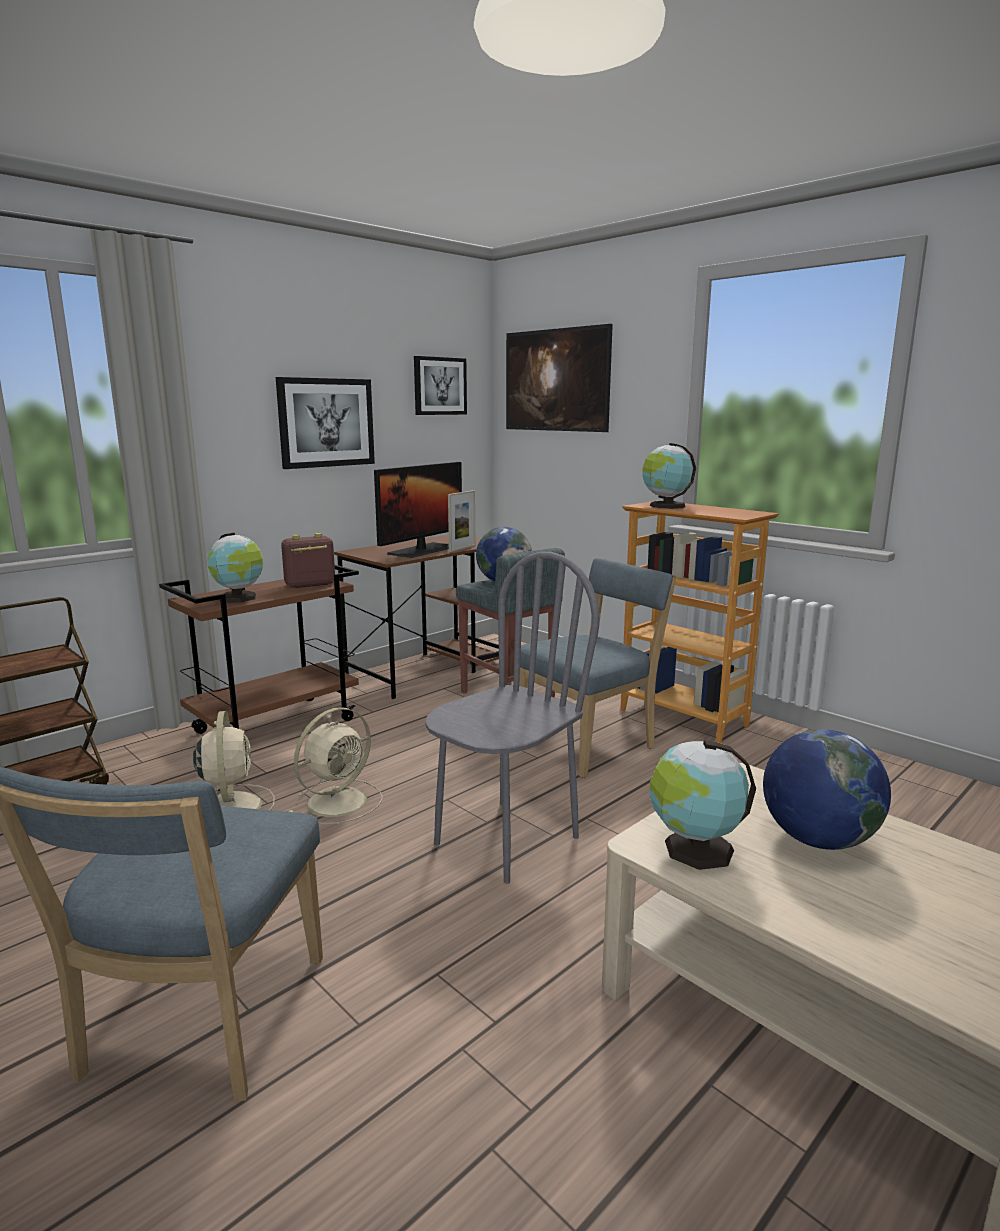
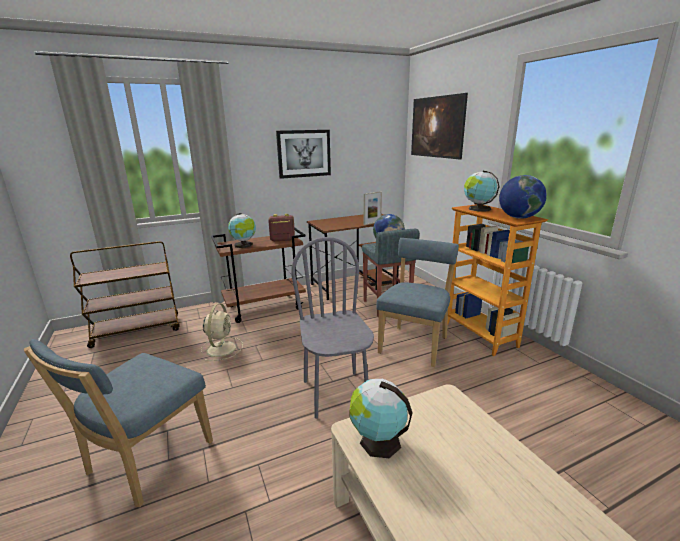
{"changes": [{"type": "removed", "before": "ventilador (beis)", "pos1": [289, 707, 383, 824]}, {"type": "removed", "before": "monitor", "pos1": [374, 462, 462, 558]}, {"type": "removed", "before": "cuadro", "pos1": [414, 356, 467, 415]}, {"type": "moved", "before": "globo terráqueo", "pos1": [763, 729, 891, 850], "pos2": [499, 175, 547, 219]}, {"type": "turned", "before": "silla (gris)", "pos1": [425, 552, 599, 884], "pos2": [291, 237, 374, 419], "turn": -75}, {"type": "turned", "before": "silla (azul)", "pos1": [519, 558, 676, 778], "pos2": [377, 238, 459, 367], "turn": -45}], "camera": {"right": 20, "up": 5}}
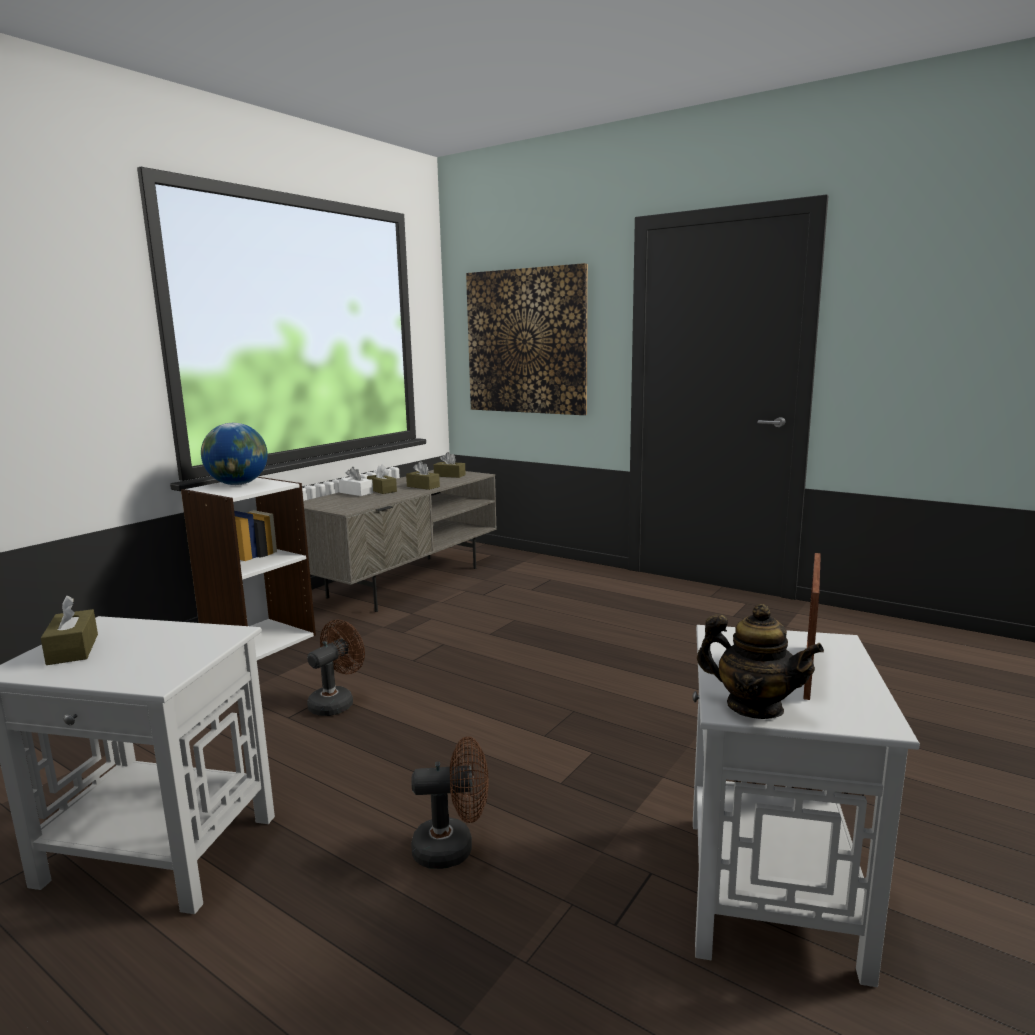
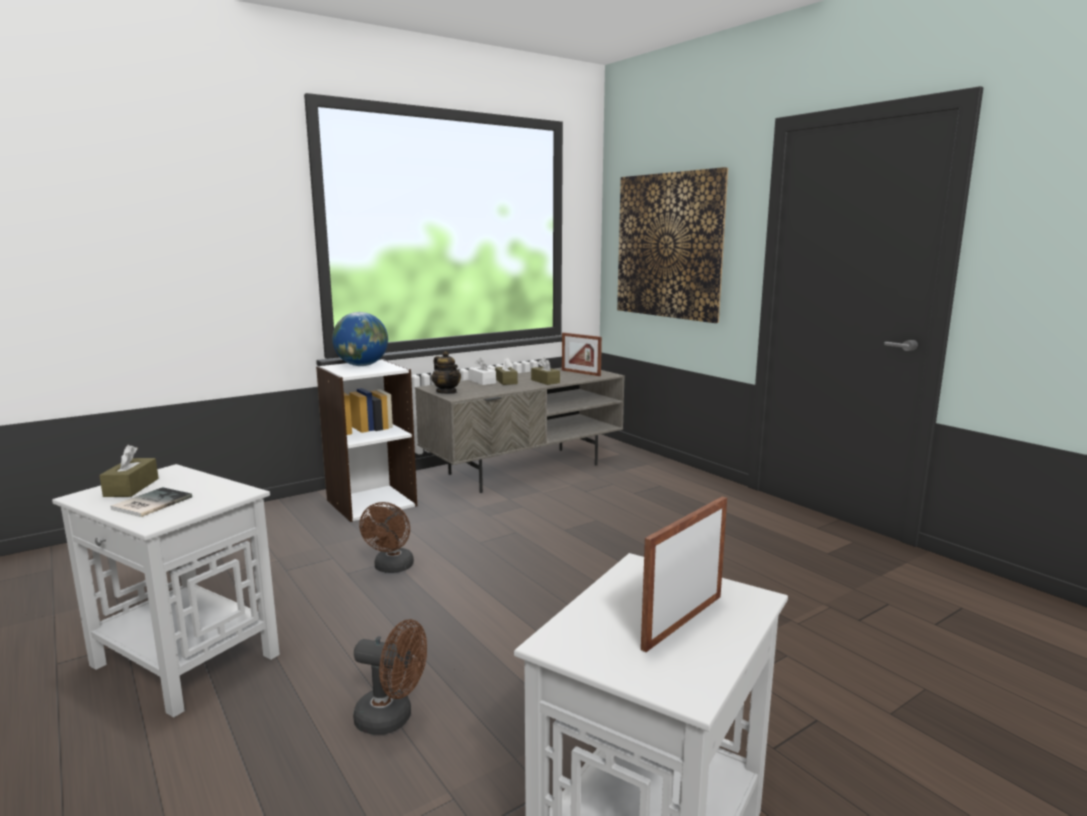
{"changes": [{"type": "added", "after": "libro", "pos2": [110, 487, 192, 517]}, {"type": "moved", "before": "tetera", "pos1": [697, 604, 824, 719], "pos2": [431, 351, 461, 394]}, {"type": "replaced", "before": "caja de pañuelos (marrón)", "after": "portarretratos", "pos1": [434, 452, 466, 478], "pos2": [562, 332, 602, 376]}, {"type": "turned", "before": "ventilador (marrón)", "pos1": [307, 620, 365, 716], "pos2": [359, 502, 414, 573], "turn": 135}], "camera": {"right": 20, "up": 0}}
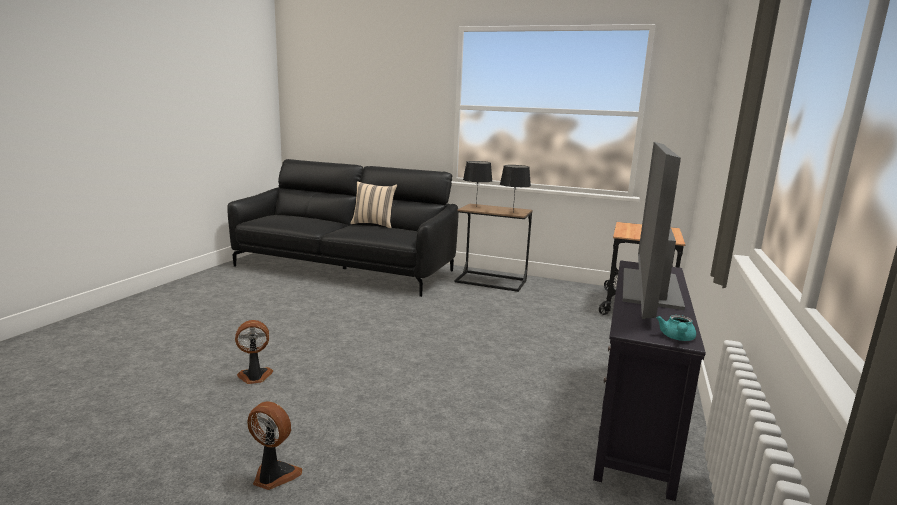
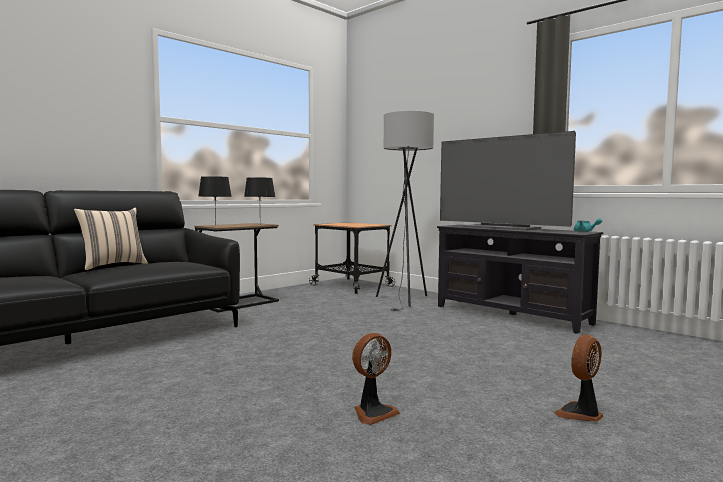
{"changes": [{"type": "added", "after": "lámpara de pie (gris)", "pos2": [376, 111, 434, 311]}, {"type": "turned", "before": "ventilador", "pos1": [235, 320, 273, 384], "pos2": [352, 333, 400, 425], "turn": -135}], "camera": {"right": -65, "up": -10}}
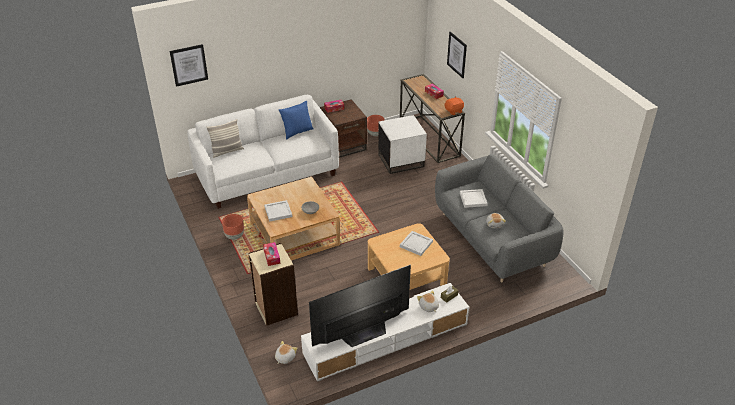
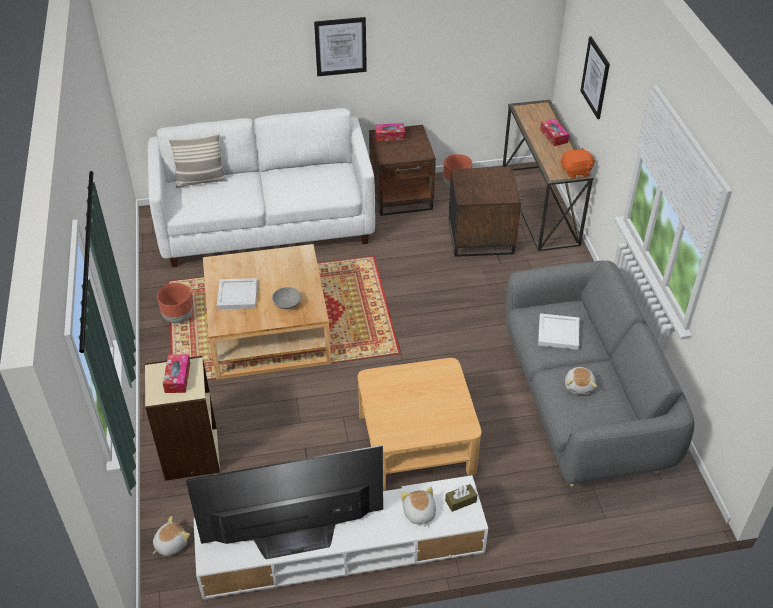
{"changes": [{"type": "removed", "before": "cojín (azul)", "pos1": [279, 101, 314, 140]}, {"type": "removed", "before": "bandeja (blanco)", "pos1": [400, 231, 433, 256]}, {"type": "moved", "before": "cuadro", "pos1": [170, 44, 208, 87], "pos2": [314, 17, 367, 76]}, {"type": "recoloured", "before": "mesa auxiliar (blanco)", "after": "mesa auxiliar (marrón)", "pos1": [378, 115, 427, 174], "pos2": [449, 167, 521, 257]}], "camera": {"right": 15, "up": 5}}
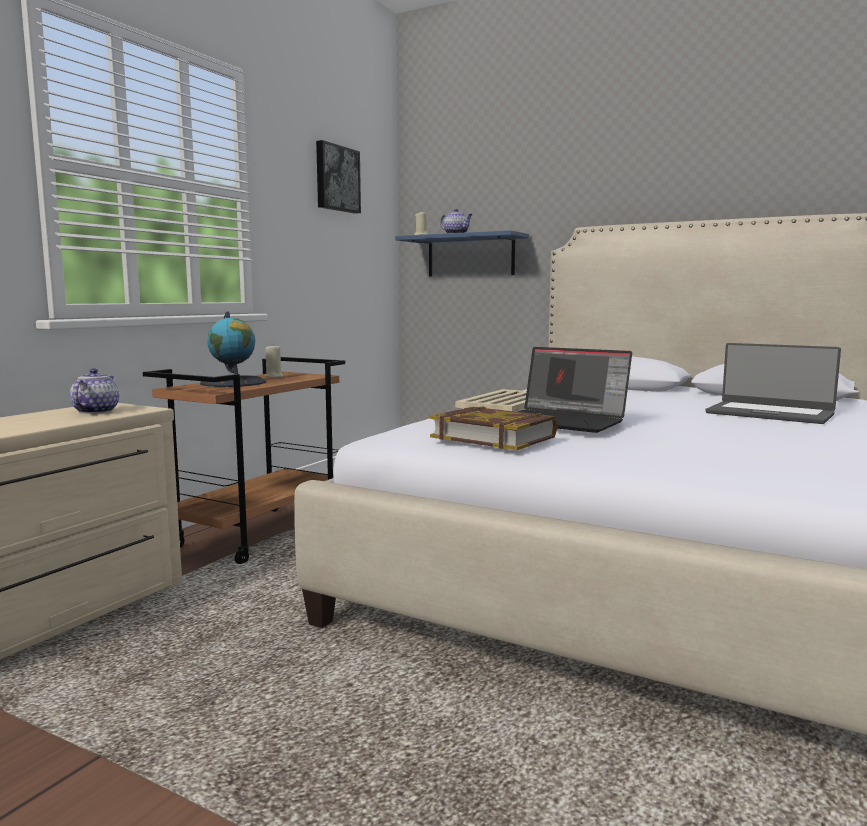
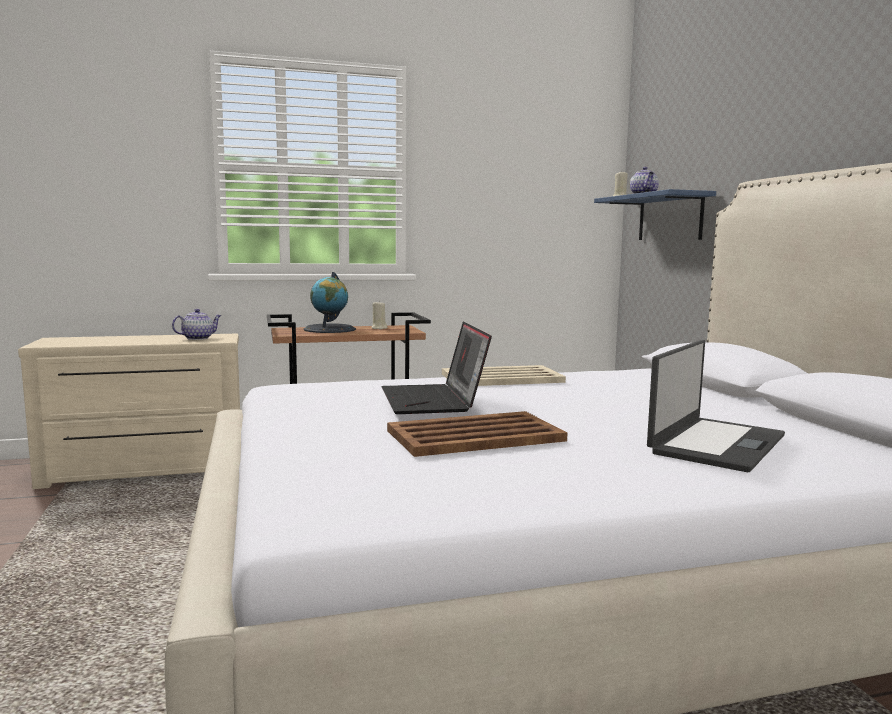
{"changes": [{"type": "removed", "before": "cuadro", "pos1": [316, 140, 361, 214]}, {"type": "removed", "before": "libro", "pos1": [429, 407, 558, 451]}, {"type": "added", "after": "bandeja (marrón)", "pos2": [387, 411, 567, 457]}, {"type": "turned", "before": "portátil", "pos1": [705, 343, 841, 424], "pos2": [647, 340, 785, 472], "turn": -135}], "camera": {"right": 45, "up": 0}}
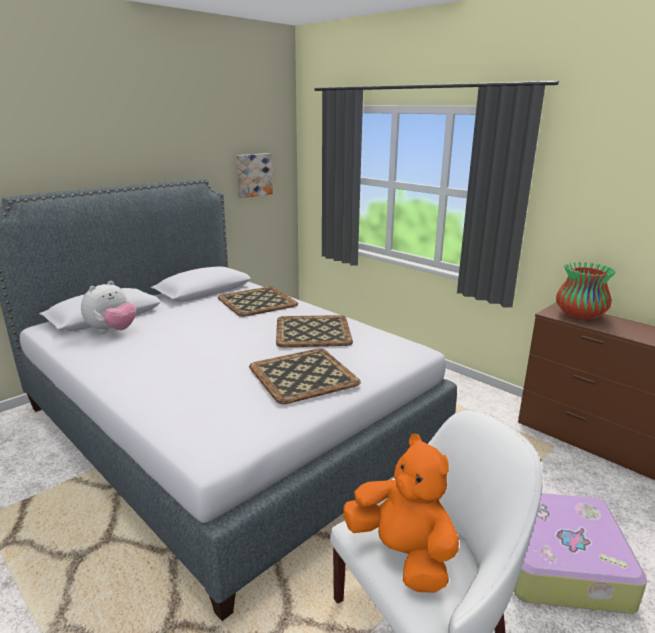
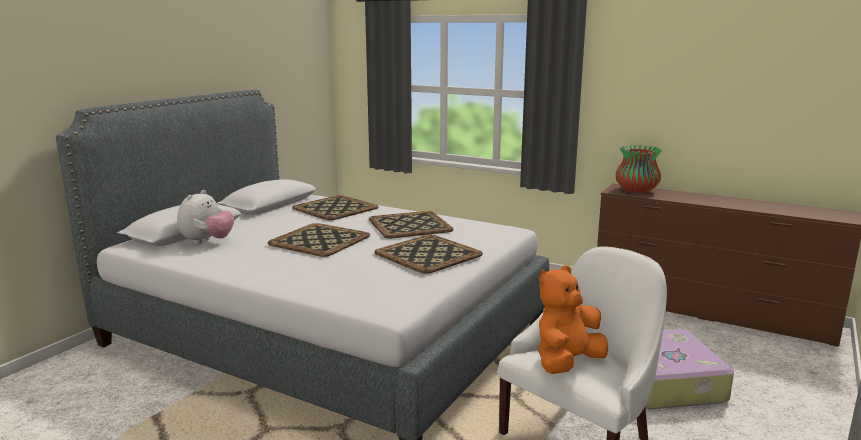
{"changes": [{"type": "removed", "before": "cuadro", "pos1": [236, 153, 273, 198]}, {"type": "added", "after": "bandeja", "pos2": [268, 223, 370, 257]}, {"type": "turned", "before": "peluche (naranja)", "pos1": [343, 434, 459, 593], "pos2": [538, 265, 608, 374], "turn": -75}], "camera": {"right": -15, "up": -5}}
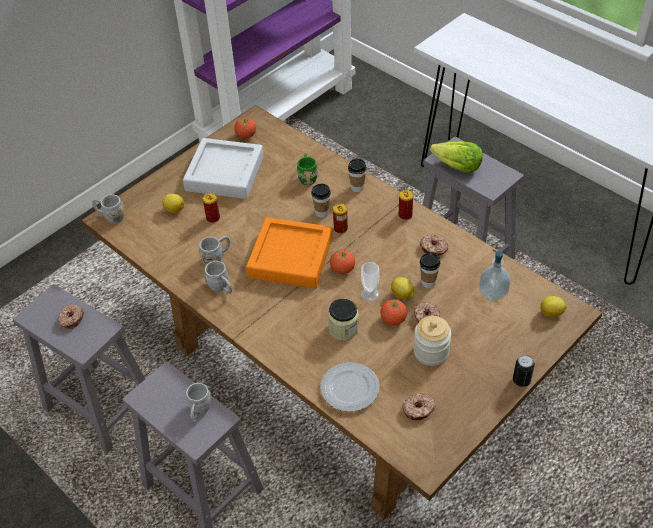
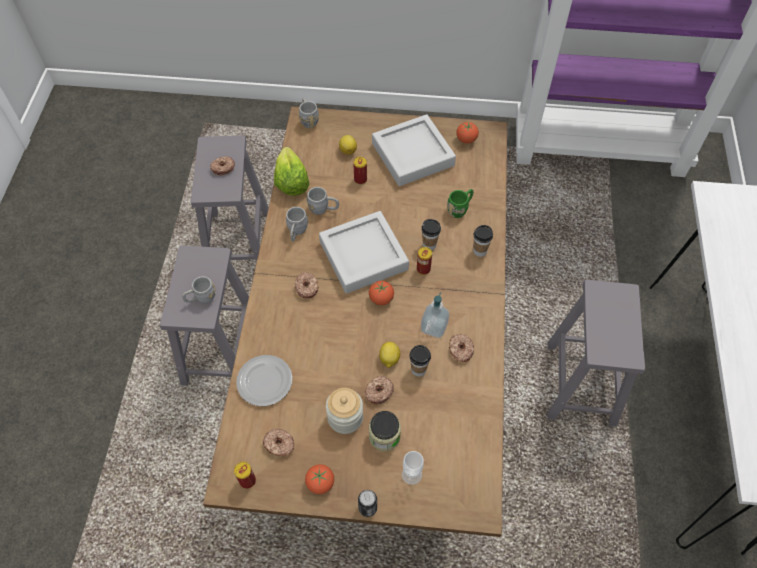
{"changes": [{"type": "removed", "before": "limón", "pos1": [540, 296, 567, 317]}, {"type": "added", "after": "rosquilla", "pos2": [295, 272, 319, 298]}, {"type": "moved", "before": "tarro", "pos1": [328, 299, 359, 340], "pos2": [369, 411, 401, 451]}, {"type": "moved", "before": "taza", "pos1": [361, 262, 379, 301], "pos2": [402, 451, 424, 485]}, {"type": "moved", "before": "tomate", "pos1": [380, 299, 407, 325], "pos2": [305, 464, 334, 494]}, {"type": "moved", "before": "lata", "pos1": [399, 190, 413, 220], "pos2": [234, 462, 256, 489]}, {"type": "moved", "before": "lechuga", "pos1": [430, 141, 483, 173], "pos2": [274, 147, 309, 196]}, {"type": "moved", "before": "dispensador de jabón", "pos1": [479, 250, 511, 302], "pos2": [421, 292, 449, 338]}, {"type": "recoloured", "before": "bandeja (naranja)", "after": "bandeja (gris)", "pos1": [246, 217, 333, 289], "pos2": [319, 211, 409, 294]}], "camera": {"right": 50, "up": 10}}
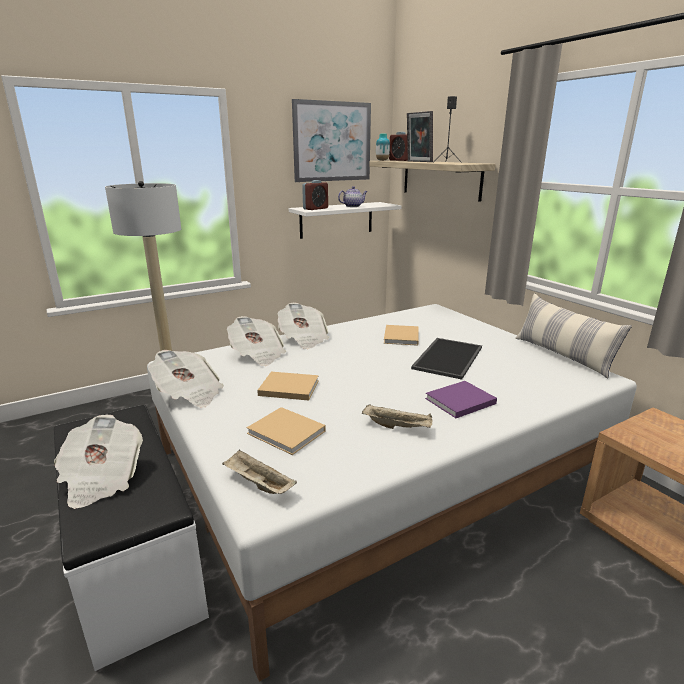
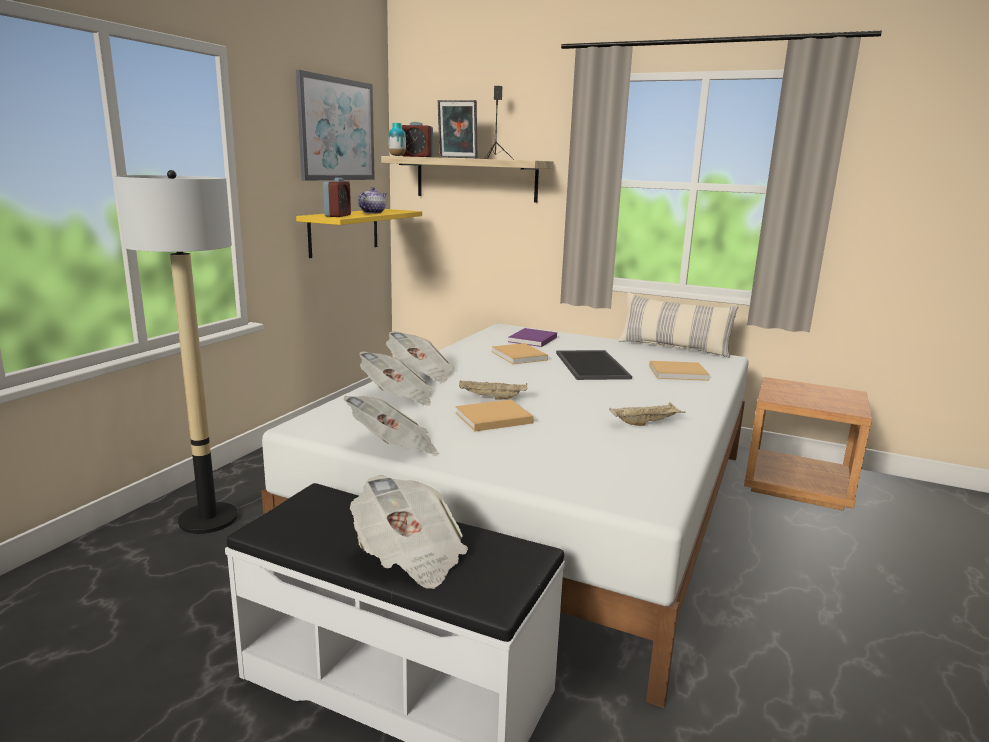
{"changes": [{"type": "moved", "before": "bandeja (beis)", "pos1": [222, 449, 297, 494], "pos2": [459, 380, 527, 400]}, {"type": "moved", "before": "libro (beis)", "pos1": [247, 407, 326, 455], "pos2": [649, 361, 710, 381]}, {"type": "moved", "before": "libro (morado)", "pos1": [425, 381, 497, 418], "pos2": [508, 328, 557, 347]}, {"type": "recoloured", "before": "estante (blanco)", "after": "estante (amarillo)", "pos1": [289, 202, 402, 239], "pos2": [296, 209, 422, 258]}], "camera": {"right": -35, "up": -5}}
